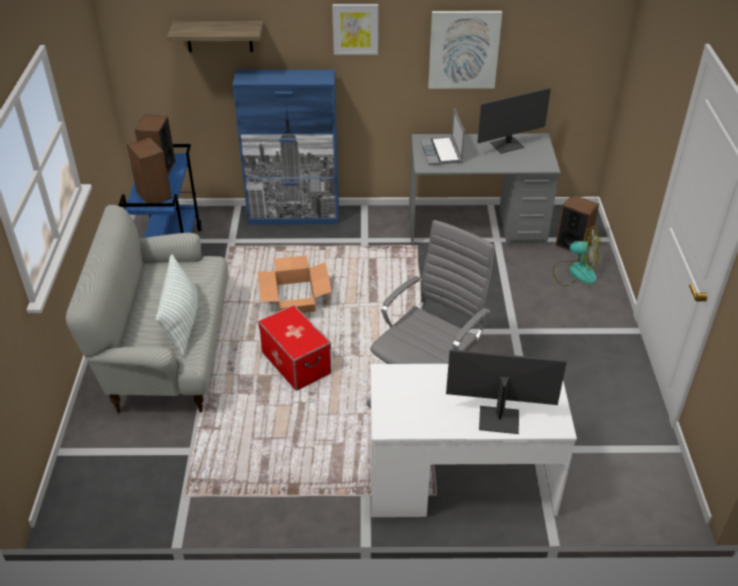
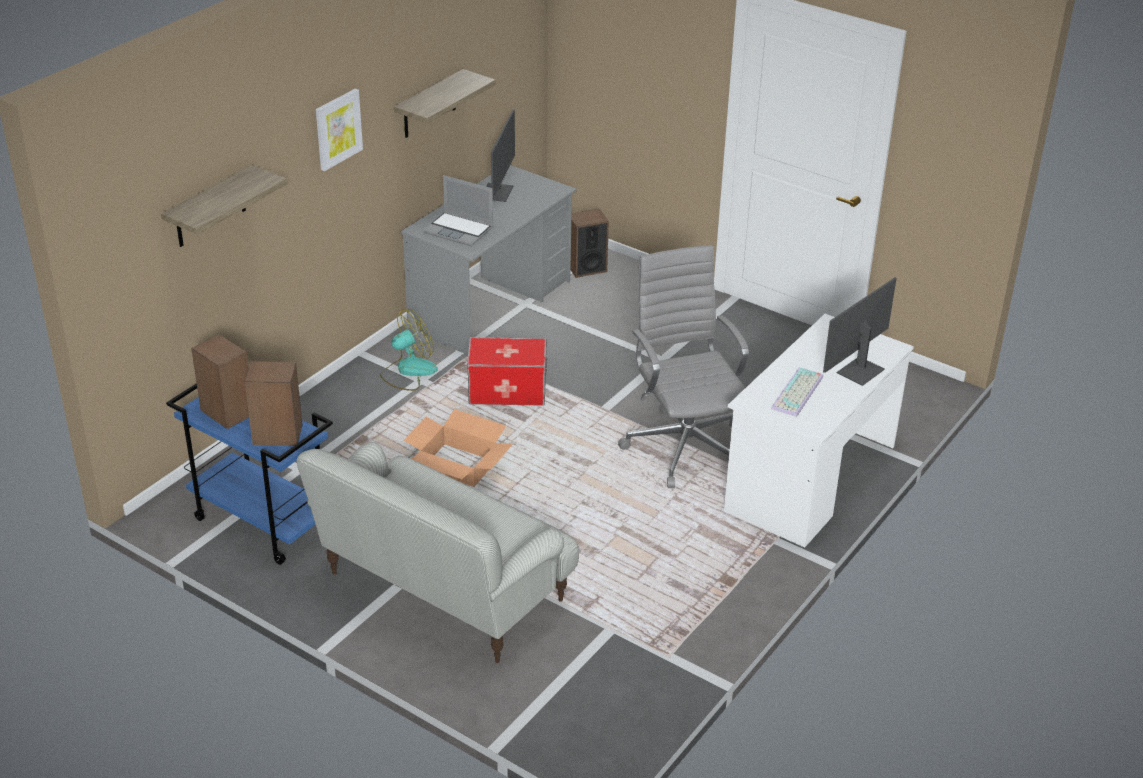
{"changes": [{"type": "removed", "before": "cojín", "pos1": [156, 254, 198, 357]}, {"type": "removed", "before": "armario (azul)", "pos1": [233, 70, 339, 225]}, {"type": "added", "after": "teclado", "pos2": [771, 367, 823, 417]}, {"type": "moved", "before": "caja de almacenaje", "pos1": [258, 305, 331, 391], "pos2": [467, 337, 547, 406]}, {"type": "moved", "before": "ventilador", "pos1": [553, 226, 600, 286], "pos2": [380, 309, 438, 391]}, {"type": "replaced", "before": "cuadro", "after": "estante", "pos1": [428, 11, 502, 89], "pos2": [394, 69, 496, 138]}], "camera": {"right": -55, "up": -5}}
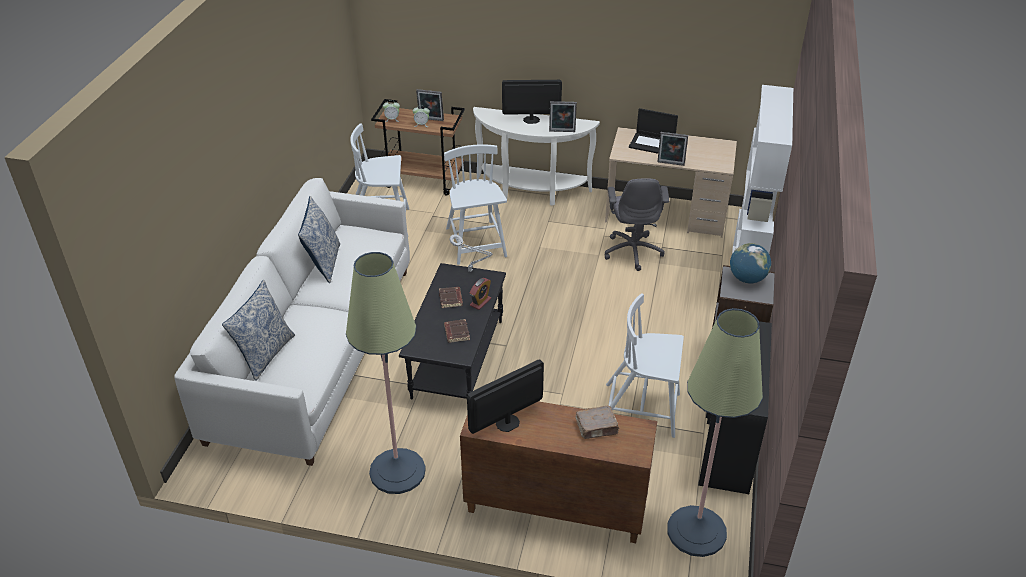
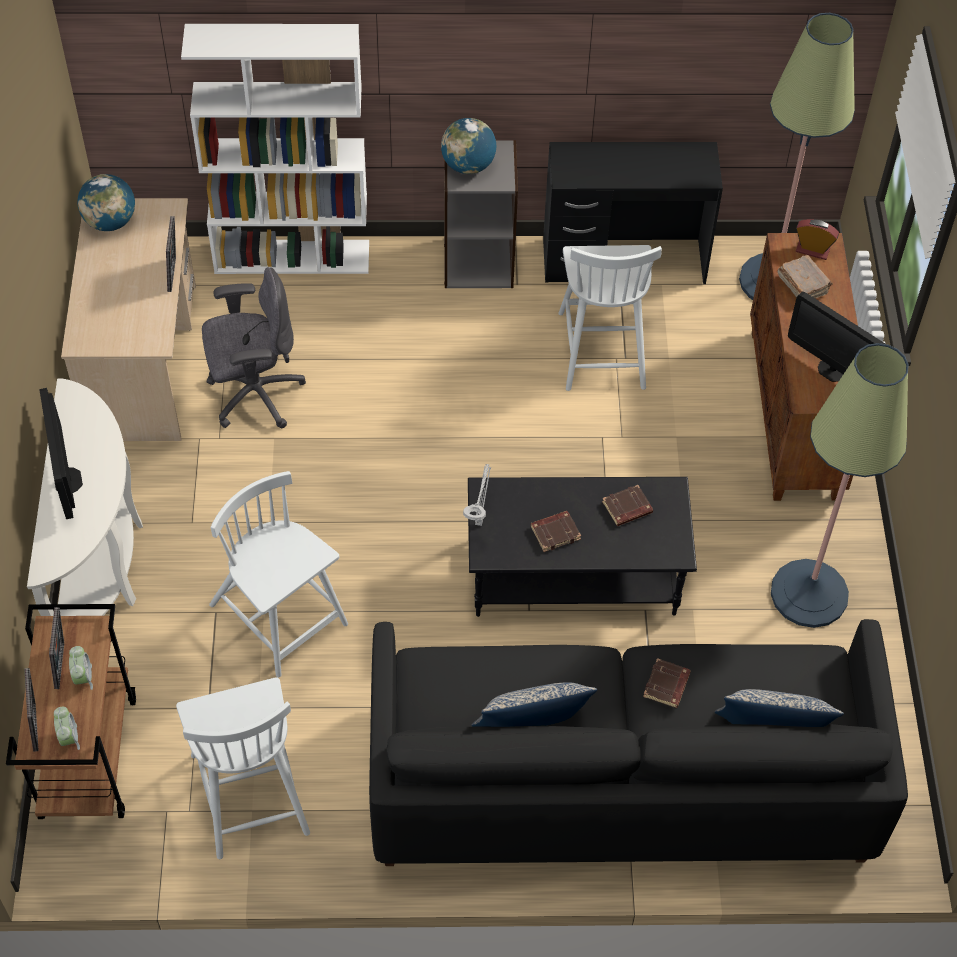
{"changes": [{"type": "removed", "before": "portátil", "pos1": [629, 108, 678, 154]}, {"type": "added", "after": "globo terráqueo", "pos2": [77, 174, 135, 231]}, {"type": "added", "after": "libro (marrón)", "pos2": [643, 658, 691, 708]}, {"type": "moved", "before": "despertador", "pos1": [469, 278, 491, 310], "pos2": [796, 219, 839, 260]}, {"type": "moved", "before": "portarretratos", "pos1": [549, 101, 577, 132], "pos2": [25, 668, 39, 752]}, {"type": "recoloured", "before": "sofá (blanco)", "after": "sofá (negro)", "pos1": [174, 178, 410, 466], "pos2": [369, 619, 908, 866]}, {"type": "turned", "before": "silla (blanco)", "pos1": [444, 144, 507, 265], "pos2": [209, 471, 348, 678], "turn": 75}], "camera": {"right": -105, "up": 15}}
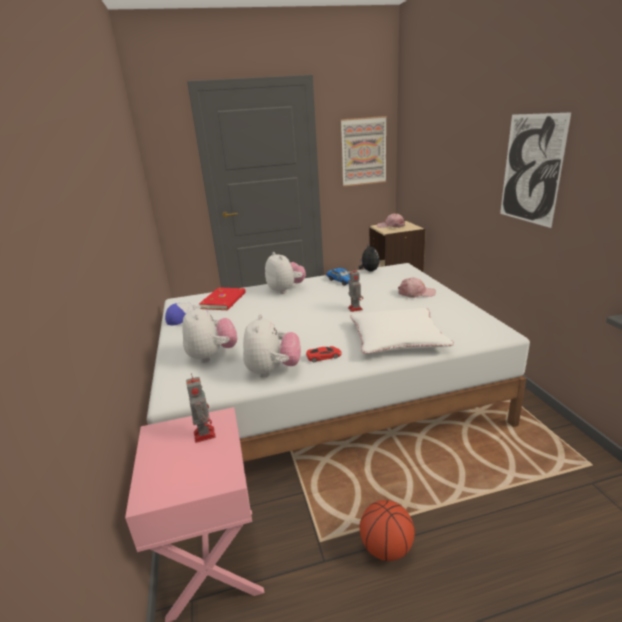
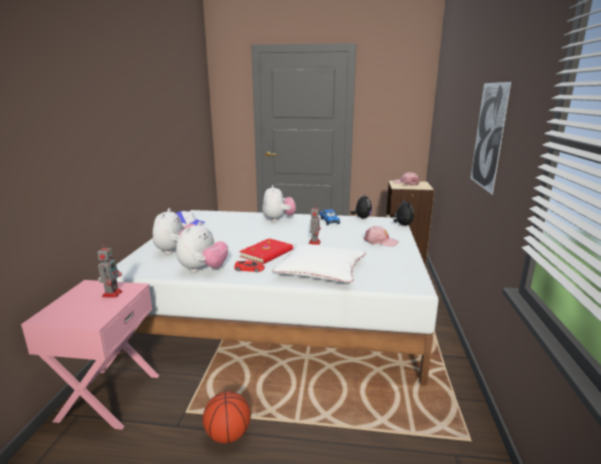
{"changes": [{"type": "removed", "before": "cuadro", "pos1": [341, 116, 387, 187]}, {"type": "added", "after": "peluche", "pos2": [394, 199, 414, 226]}, {"type": "moved", "before": "libro (rojo)", "pos1": [199, 287, 246, 310], "pos2": [239, 238, 293, 264]}], "camera": {"right": 20, "up": -5}}
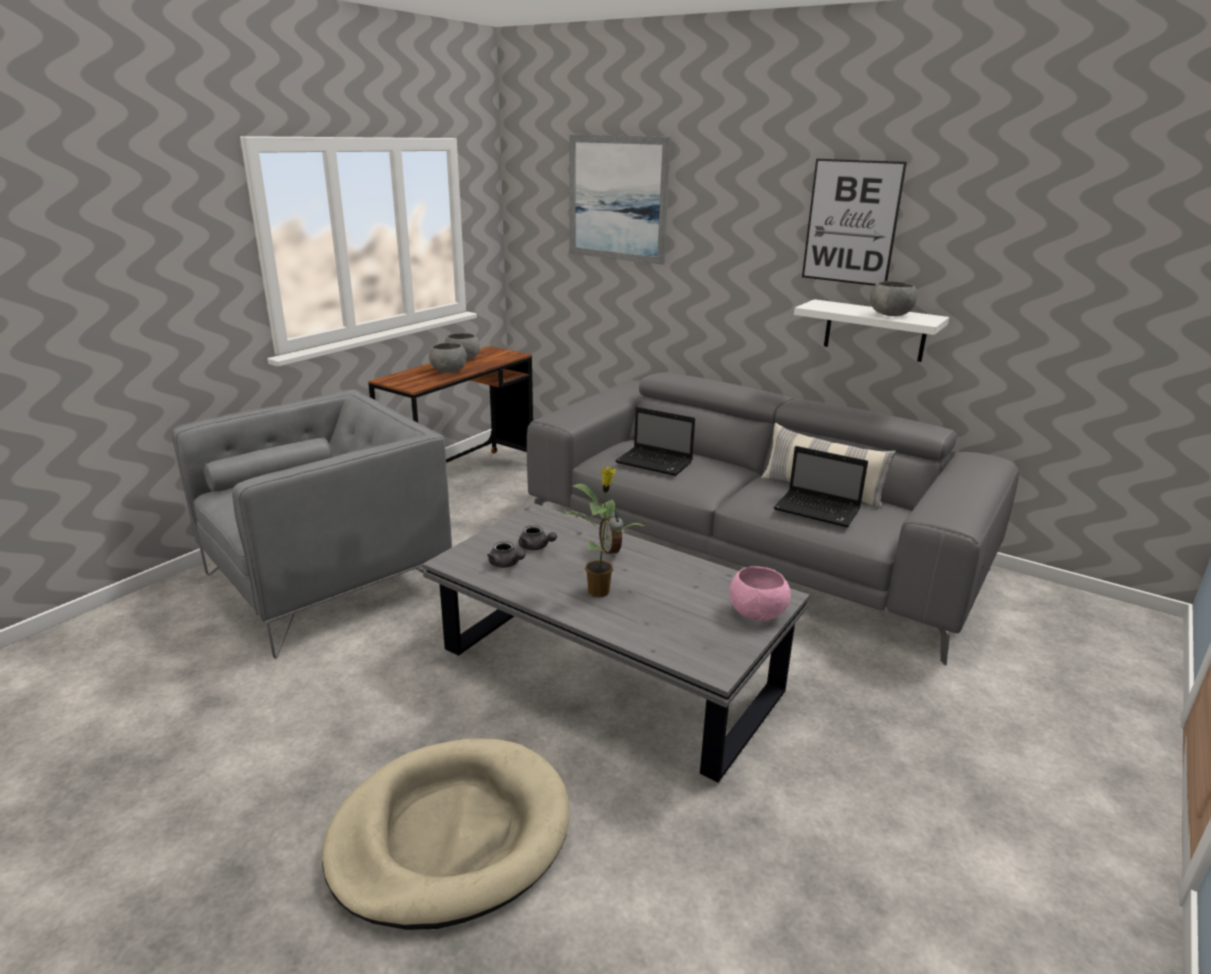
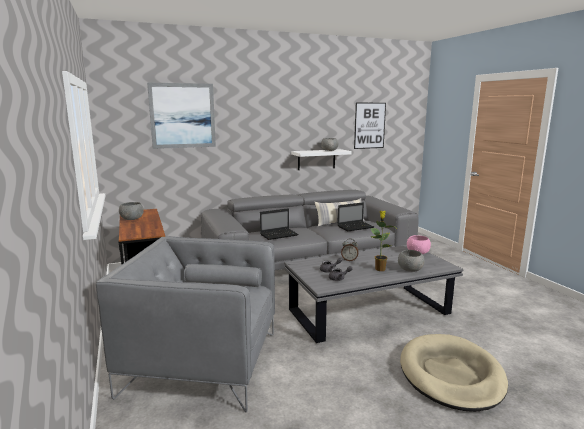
{"changes": [{"type": "moved", "before": "cuenco (gris)", "pos1": [429, 343, 467, 373], "pos2": [398, 250, 424, 272]}, {"type": "moved", "before": "cuadro", "pos1": [802, 159, 907, 286], "pos2": [354, 103, 386, 149]}, {"type": "turned", "before": "sillón (gris)", "pos1": [172, 390, 452, 658], "pos2": [96, 236, 275, 412], "turn": -75}], "camera": {"right": -55, "up": -10}}
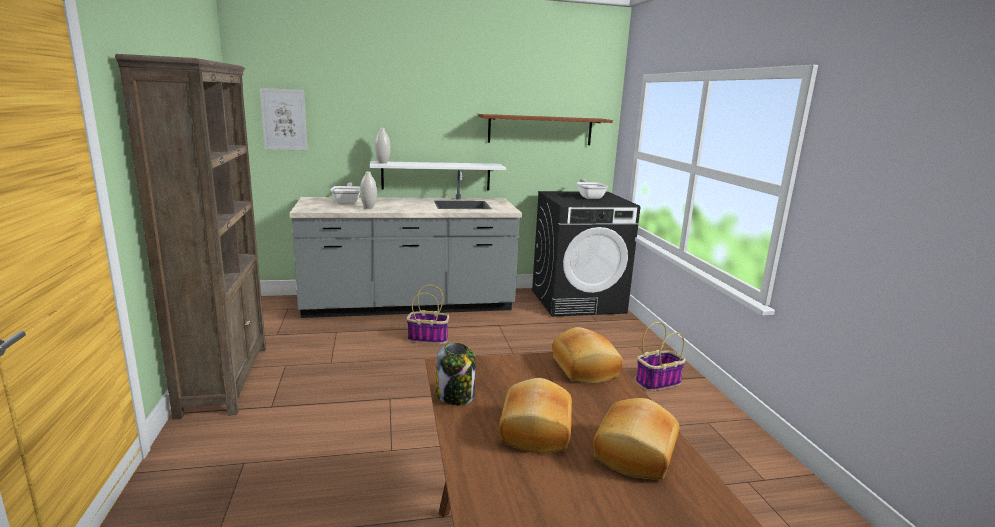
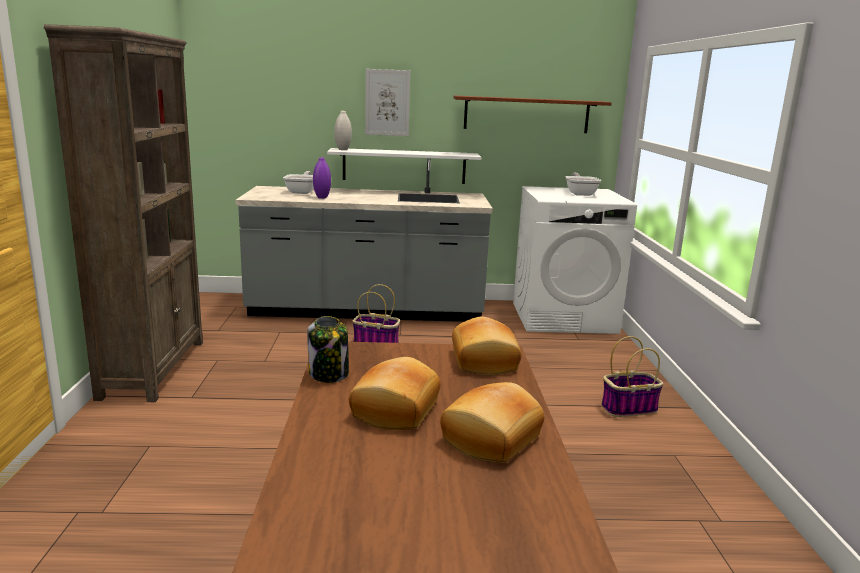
{"changes": [{"type": "moved", "before": "cuadro", "pos1": [260, 88, 308, 151], "pos2": [365, 69, 410, 136]}, {"type": "recoloured", "before": "florero (blanco)", "after": "florero (morado)", "pos1": [360, 172, 377, 209], "pos2": [313, 157, 331, 199]}, {"type": "recoloured", "before": "lavadora (negro)", "after": "lavadora (blanco)", "pos1": [532, 191, 640, 317], "pos2": [513, 186, 637, 334]}], "camera": {"right": 10, "up": 0}}
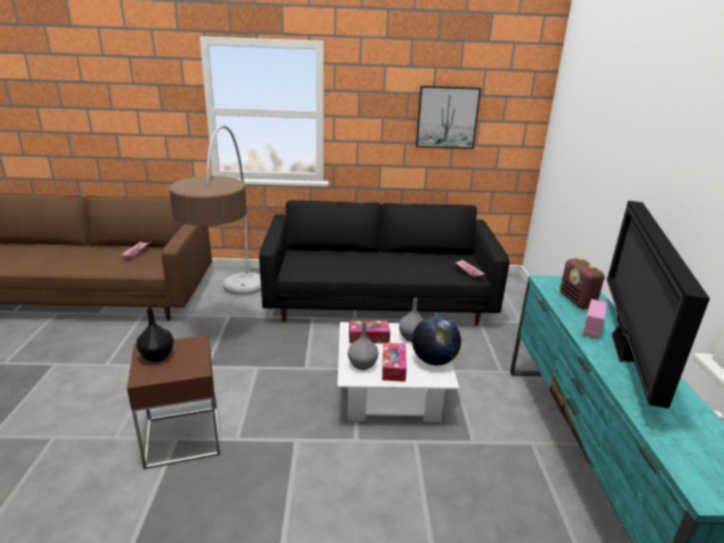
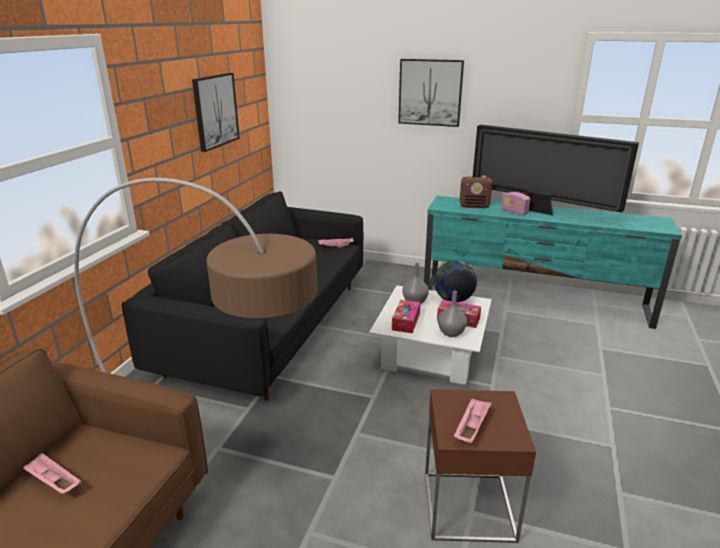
{"changes": [{"type": "added", "after": "cuadro", "pos2": [398, 59, 464, 127]}, {"type": "replaced", "before": "florero (negro)", "after": "bandeja (rosa)", "pos1": [136, 307, 174, 362], "pos2": [454, 398, 492, 443]}], "camera": {"right": -70, "up": 0}}
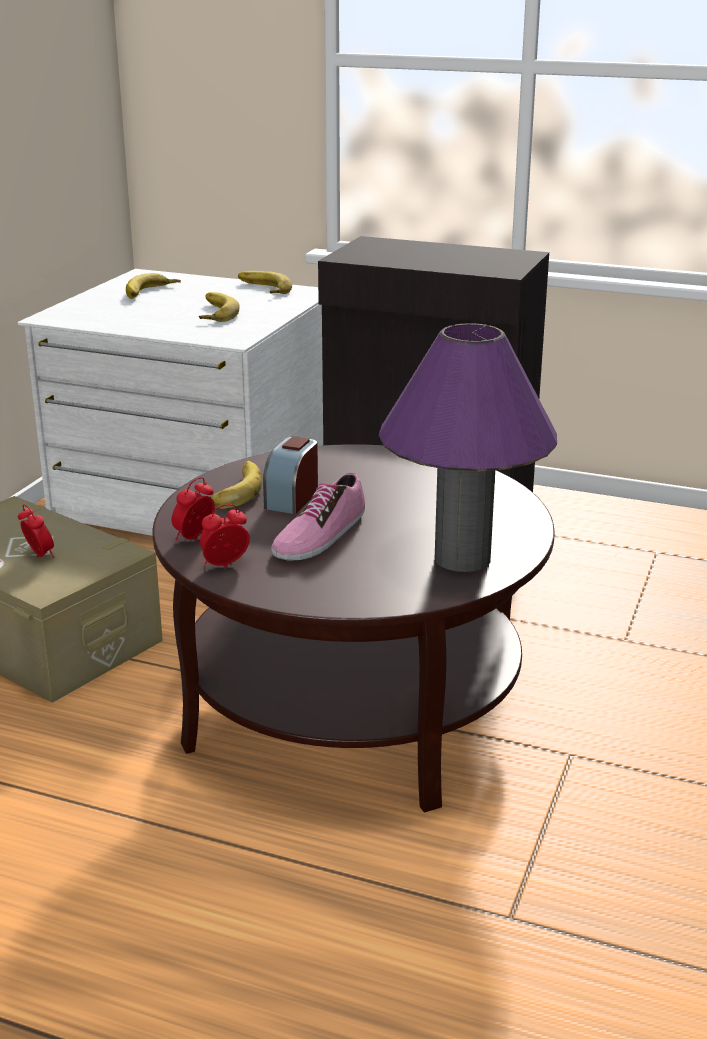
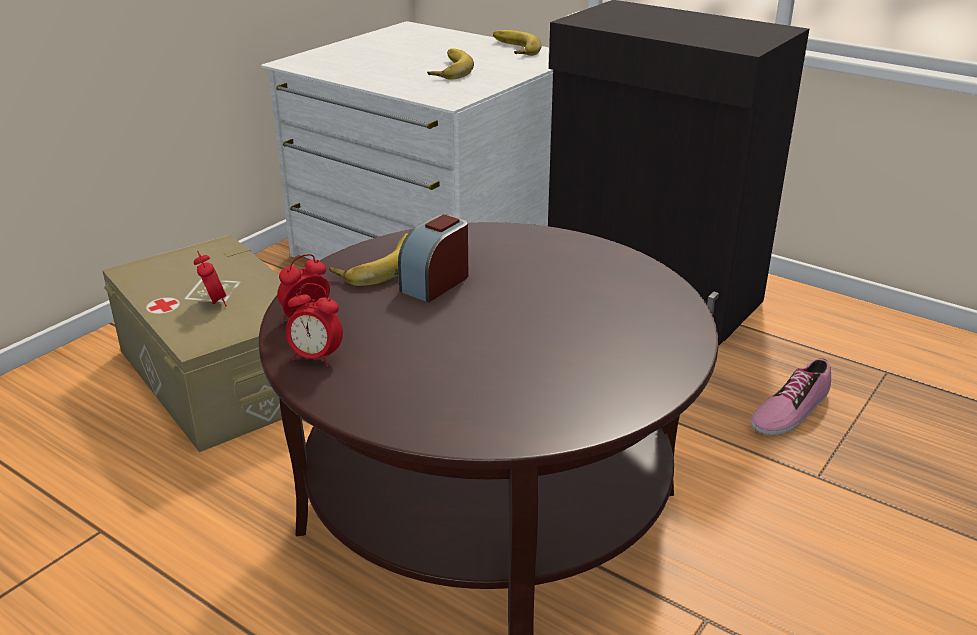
{"changes": [{"type": "removed", "before": "plátano", "pos1": [126, 273, 181, 299]}, {"type": "removed", "before": "lámpara de mesa (morado)", "pos1": [379, 323, 557, 572]}, {"type": "moved", "before": "zapato", "pos1": [271, 473, 365, 561], "pos2": [751, 359, 831, 435]}, {"type": "turned", "before": "despertador", "pos1": [200, 504, 250, 567], "pos2": [286, 283, 343, 367], "turn": -150}], "camera": {"right": 15, "up": 5}}
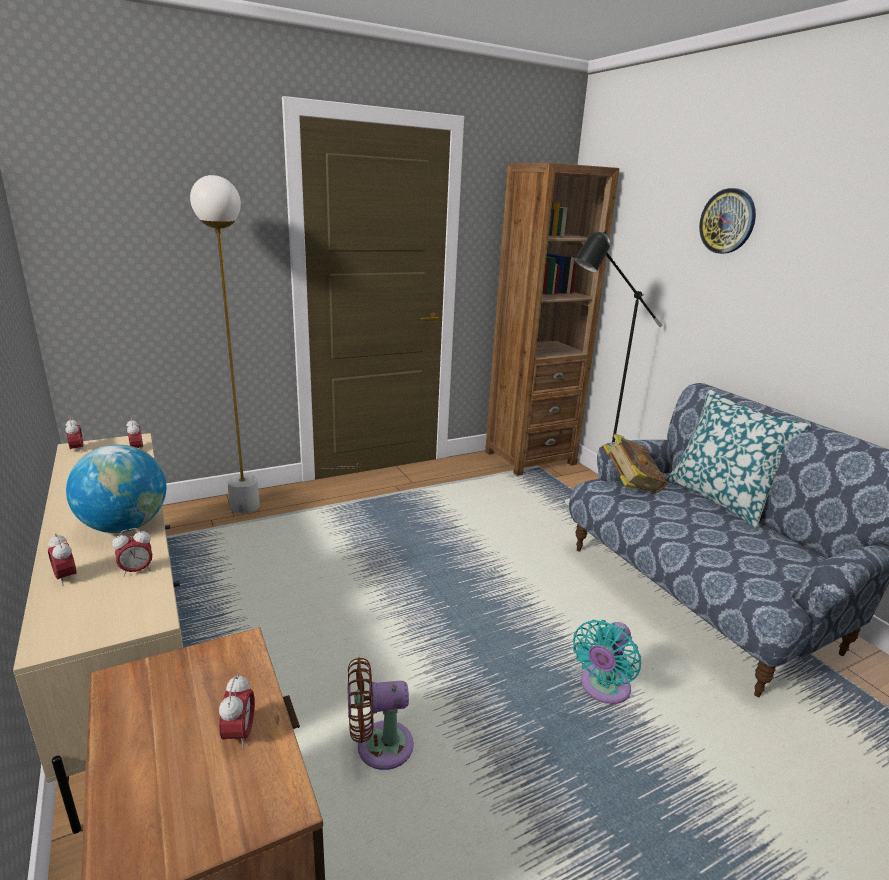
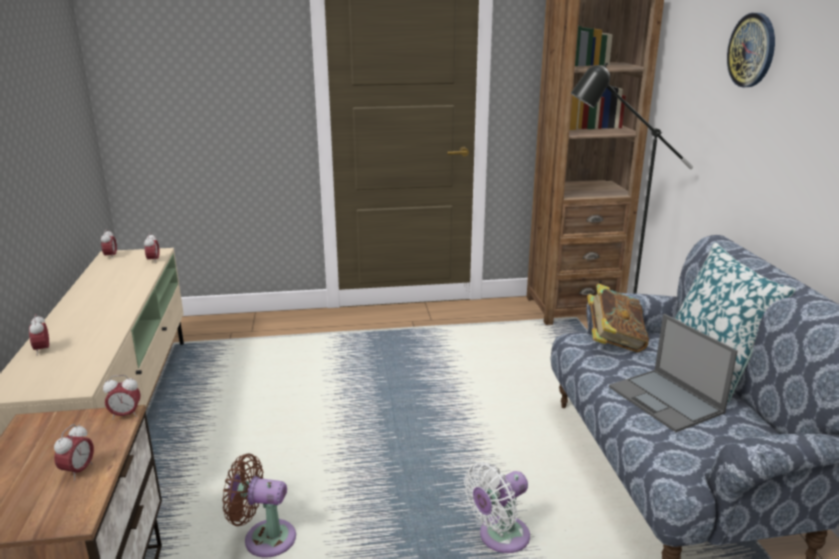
{"changes": [{"type": "removed", "before": "globo terráqueo", "pos1": [66, 445, 167, 533]}, {"type": "removed", "before": "lámpara de pie (blanco)", "pos1": [190, 175, 260, 514]}, {"type": "added", "after": "portátil", "pos2": [609, 314, 738, 432]}, {"type": "moved", "before": "despertador", "pos1": [112, 528, 152, 577], "pos2": [103, 375, 141, 419]}, {"type": "recoloured", "before": "ventilador (turquesa)", "after": "ventilador (blanco)", "pos1": [573, 620, 641, 704], "pos2": [464, 462, 530, 553]}], "camera": {"right": 20, "up": 0}}
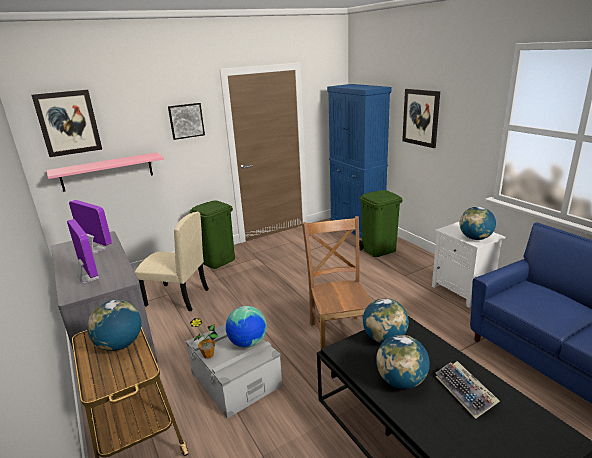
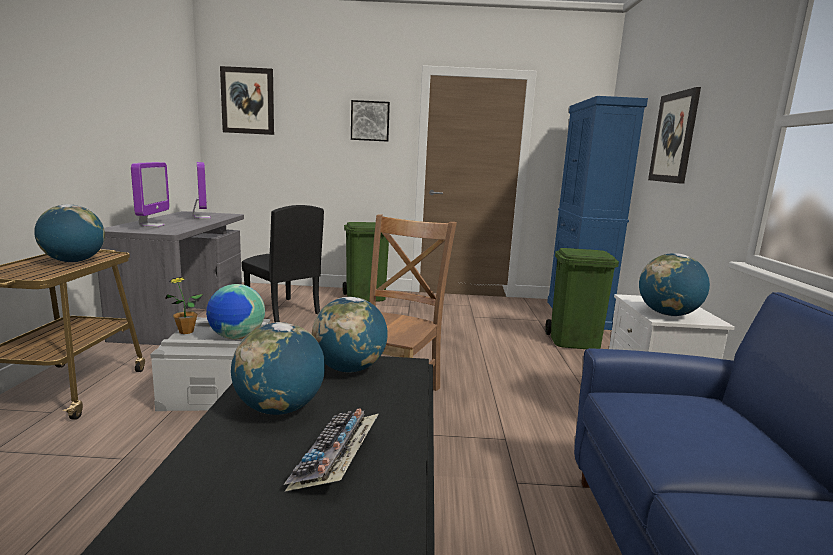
{"changes": [{"type": "removed", "before": "estante (rosa)", "pos1": [47, 152, 164, 192]}, {"type": "recoloured", "before": "silla (beis)", "after": "silla (negro)", "pos1": [135, 212, 209, 311], "pos2": [242, 205, 324, 322]}], "camera": {"right": 30, "up": -10}}
